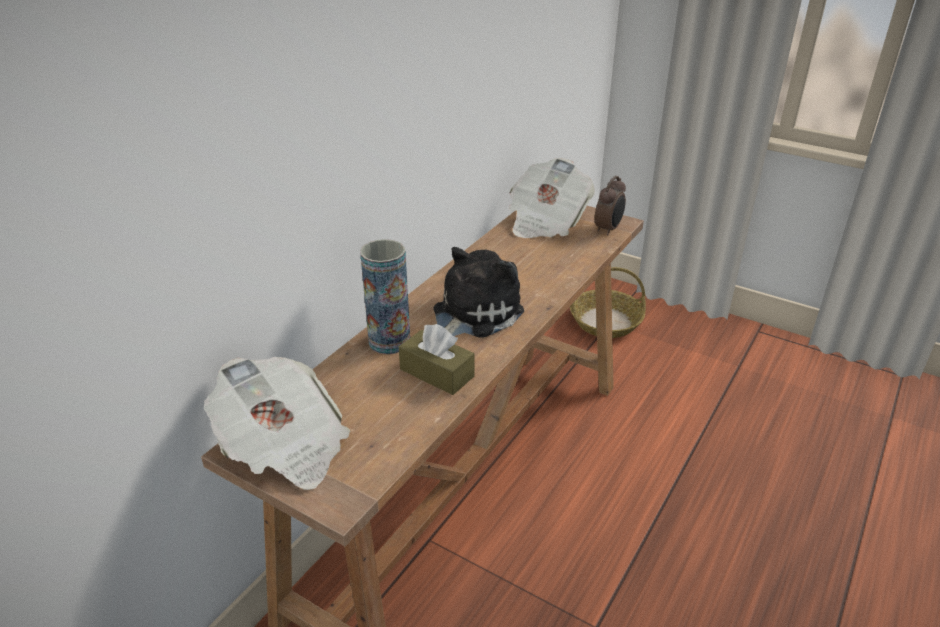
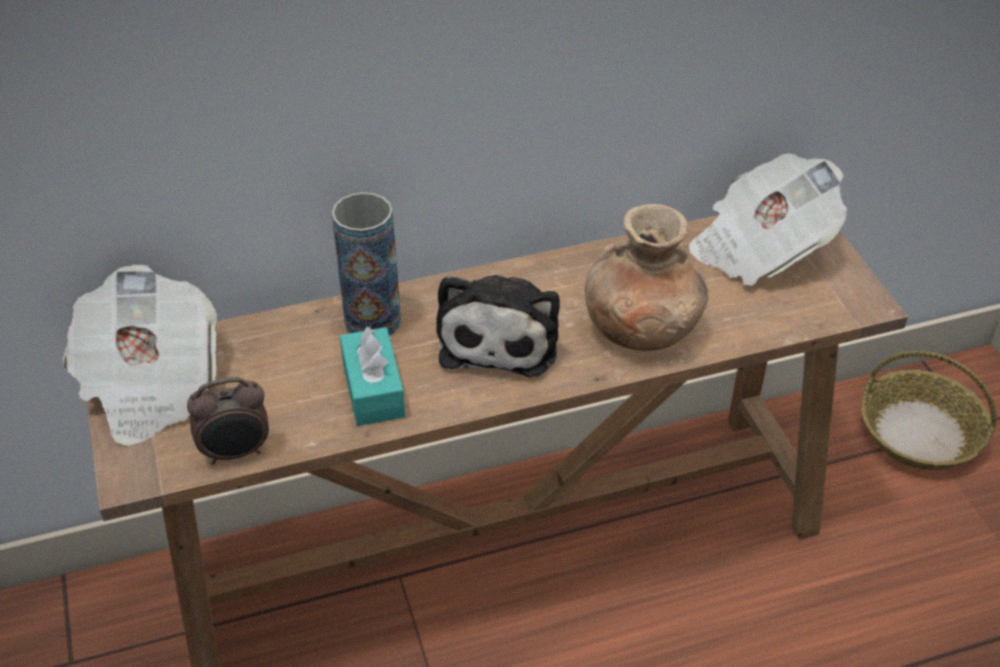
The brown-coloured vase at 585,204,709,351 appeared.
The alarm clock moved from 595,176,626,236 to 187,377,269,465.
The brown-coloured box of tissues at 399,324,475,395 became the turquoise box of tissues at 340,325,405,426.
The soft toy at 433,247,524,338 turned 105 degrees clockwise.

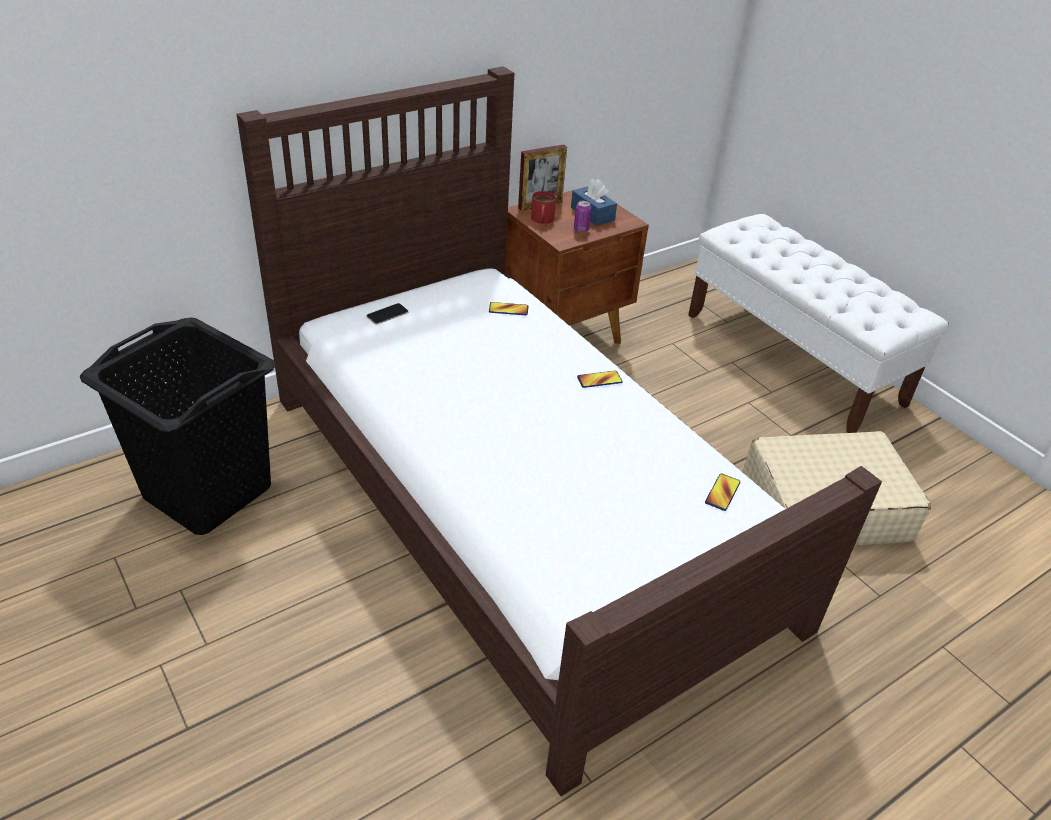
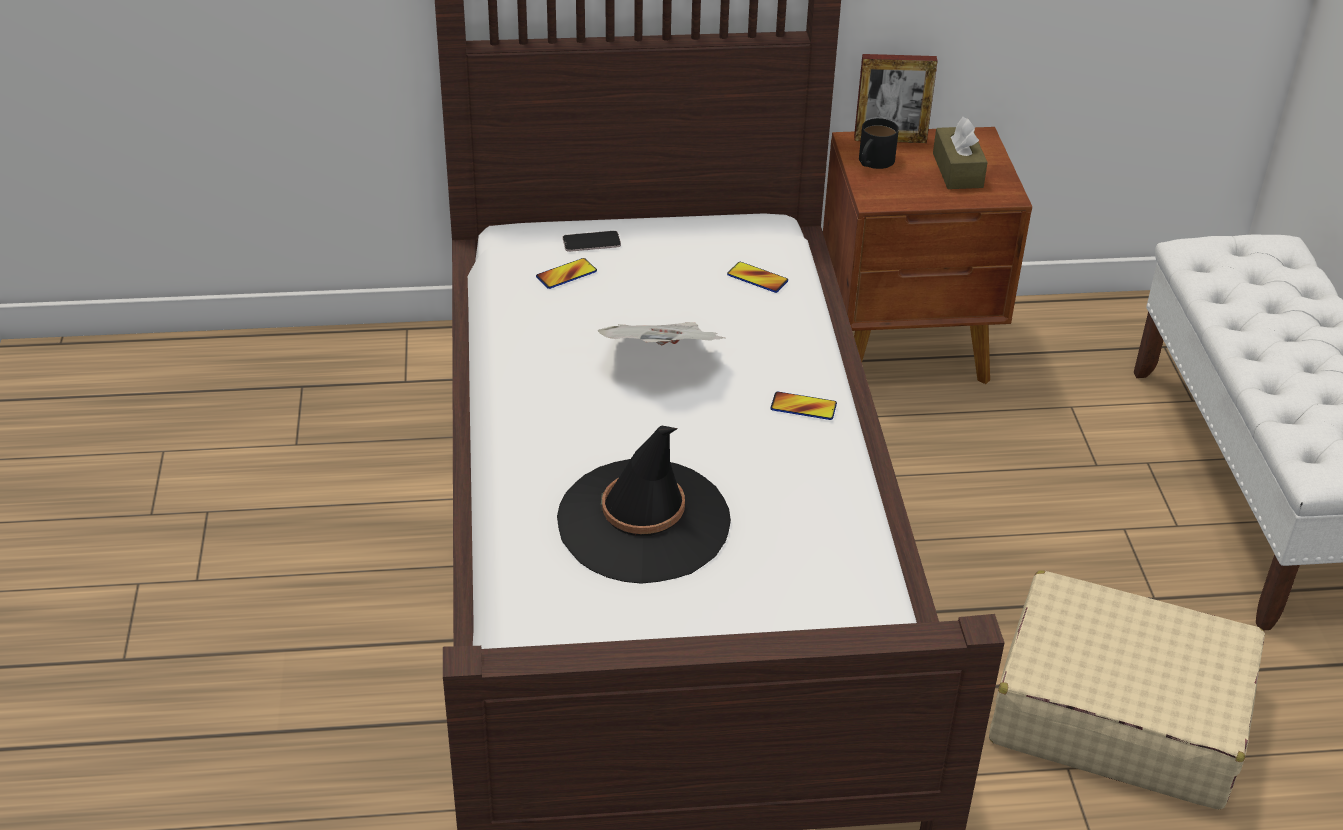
The black washing basket at 80,317,276,535 disappeared.
The sealed can at 574,201,591,233 disappeared.
The black clothing hat at 557,426,731,584 appeared.
The newspaper at 597,322,724,345 appeared.
The telephone moved from 705,473,740,511 to 536,258,597,289.
The red tea mug at 531,191,556,224 became the black tea mug at 859,118,899,169.
The blue-coloured box of tissues at 571,179,617,226 became the brown-coloured box of tissues at 933,117,988,189.

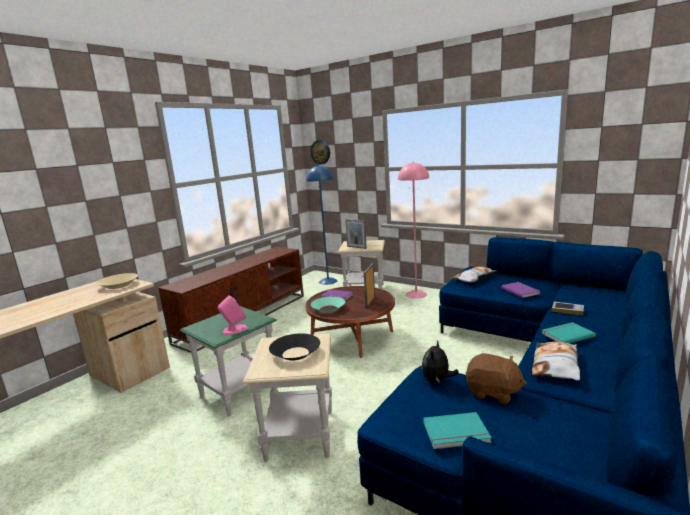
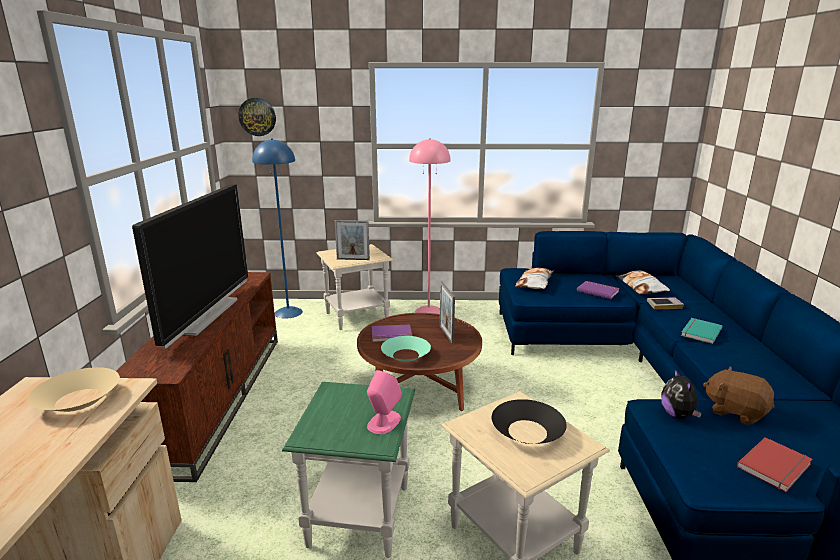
The TV at 132,184,248,349 appeared.
The pillow moved from 532,342,580,381 to 616,271,670,294.
The turquoise book at 423,412,492,449 became the red book at 737,437,812,492.
The brown-coloured soft toy at 466,353,527,404 turned 135 degrees counterclockwise.

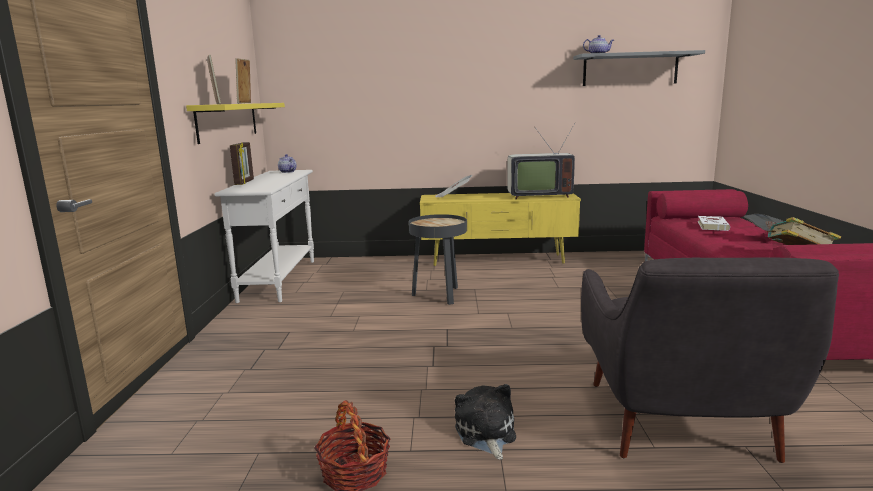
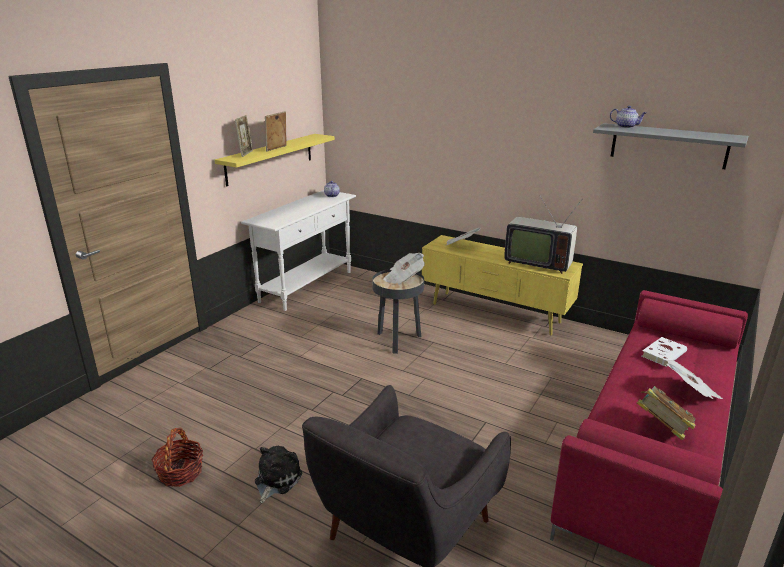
The picture frame at 230,142,254,185 disappeared.
The newspaper at 383,253,425,285 appeared.

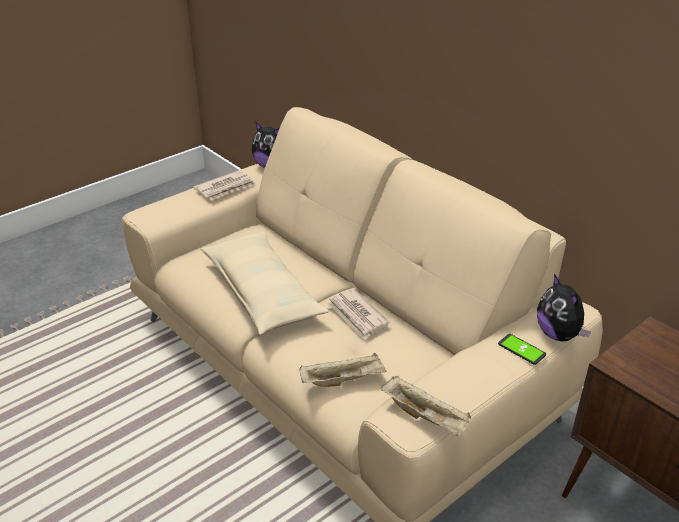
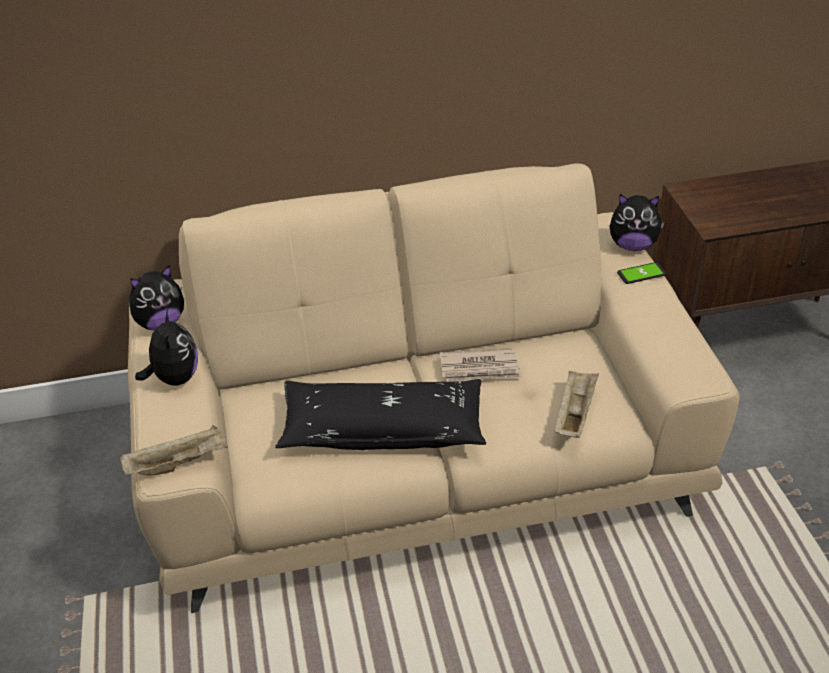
The beige-coloured serving tray moved from 380,376,471,436 to 120,425,228,475.
The newspaper at 193,170,255,200 was replaced by the soft toy at 135,309,198,385.
The beige-coloured pillow at 201,232,329,335 became the black pillow at 275,379,486,450.

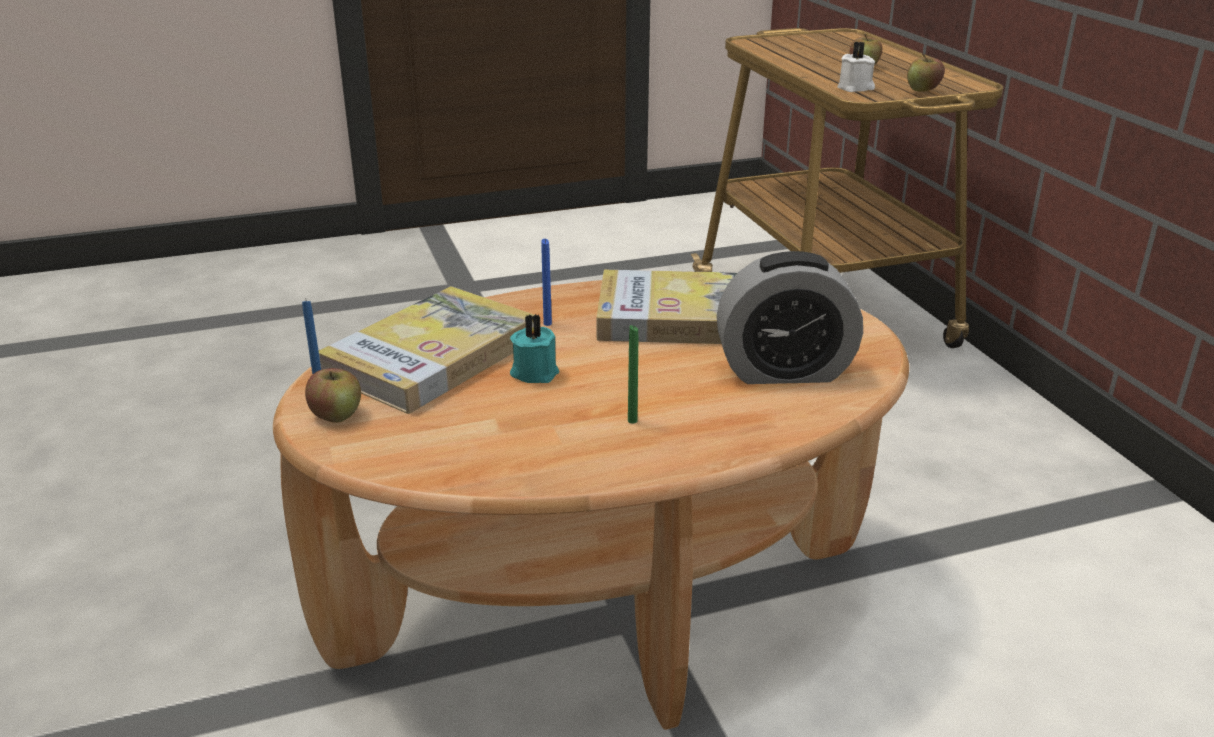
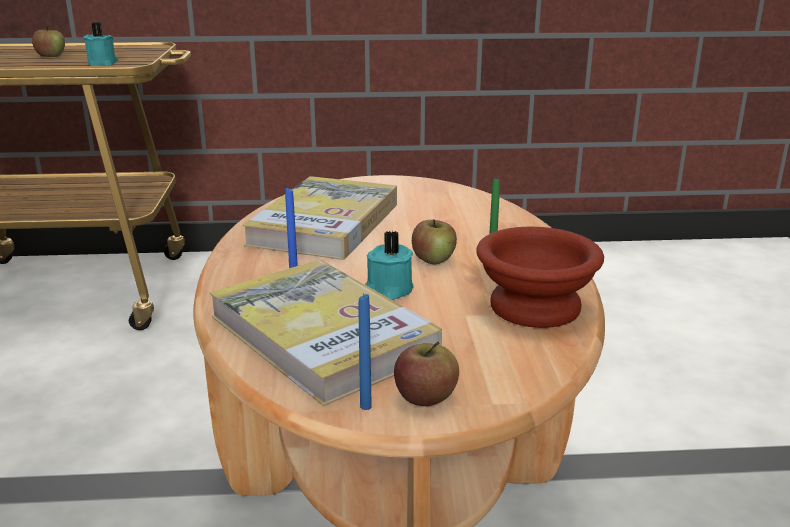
The alarm clock at 717,251,863,384 disappeared.
The brown-coloured deep dish at 476,227,604,328 appeared.
The apple moved from 907,53,945,92 to 412,219,457,264.
The white-coloured wax candle at 837,41,875,92 became the turquoise wax candle at 83,22,119,66.

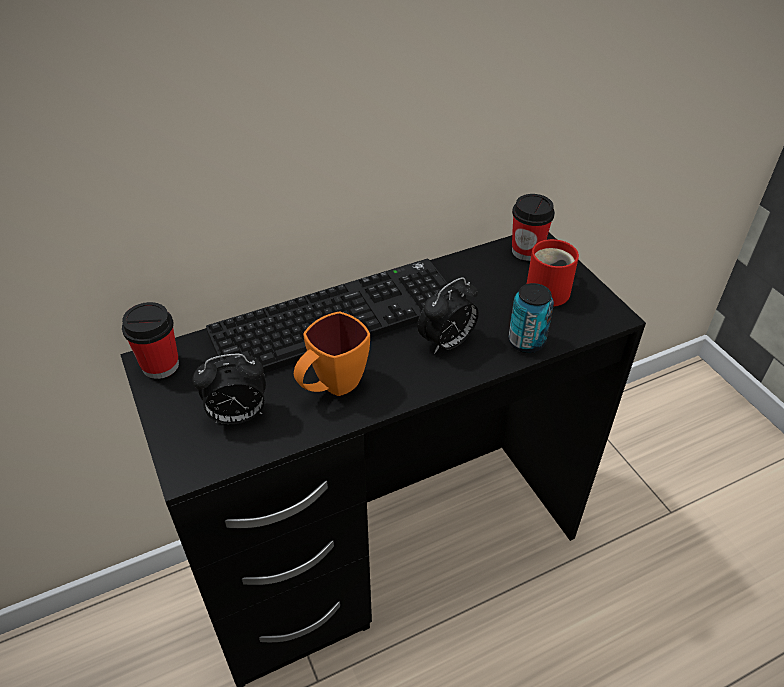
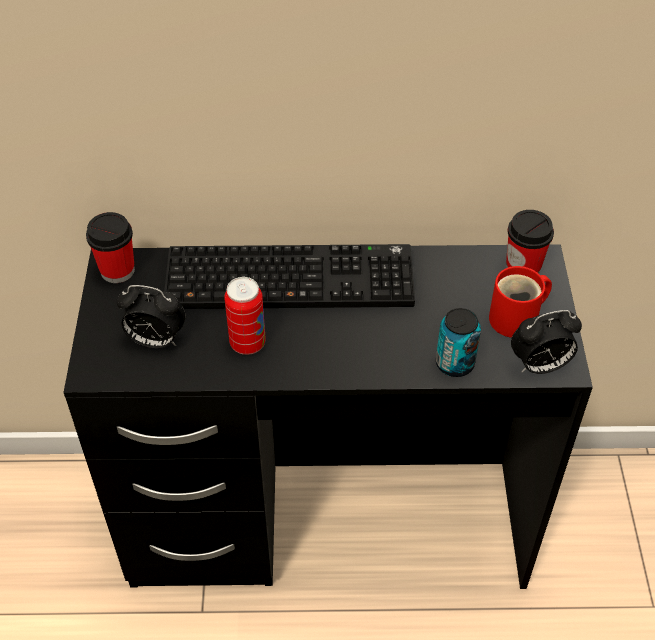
The alarm clock moved from 417,277,479,354 to 511,310,582,374.
The orangey tea mug at 294,312,370,396 was replaced by the sealed can at 224,277,266,355.

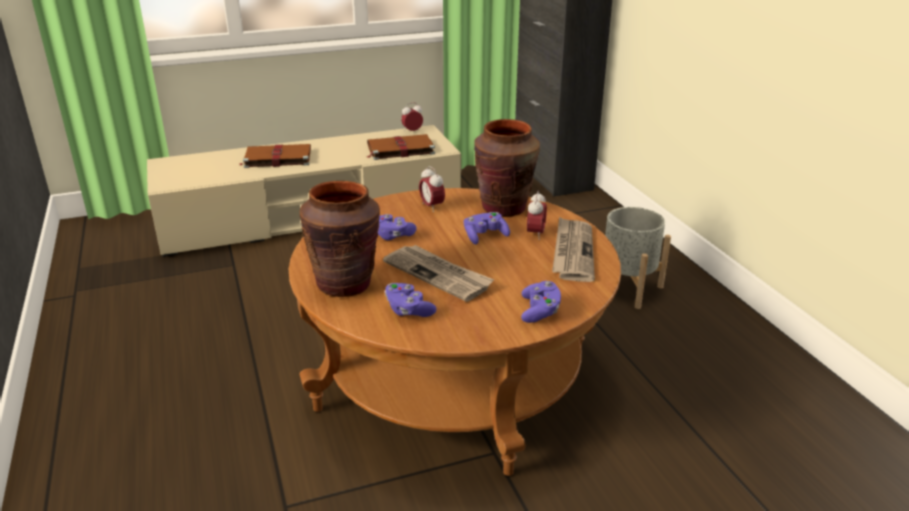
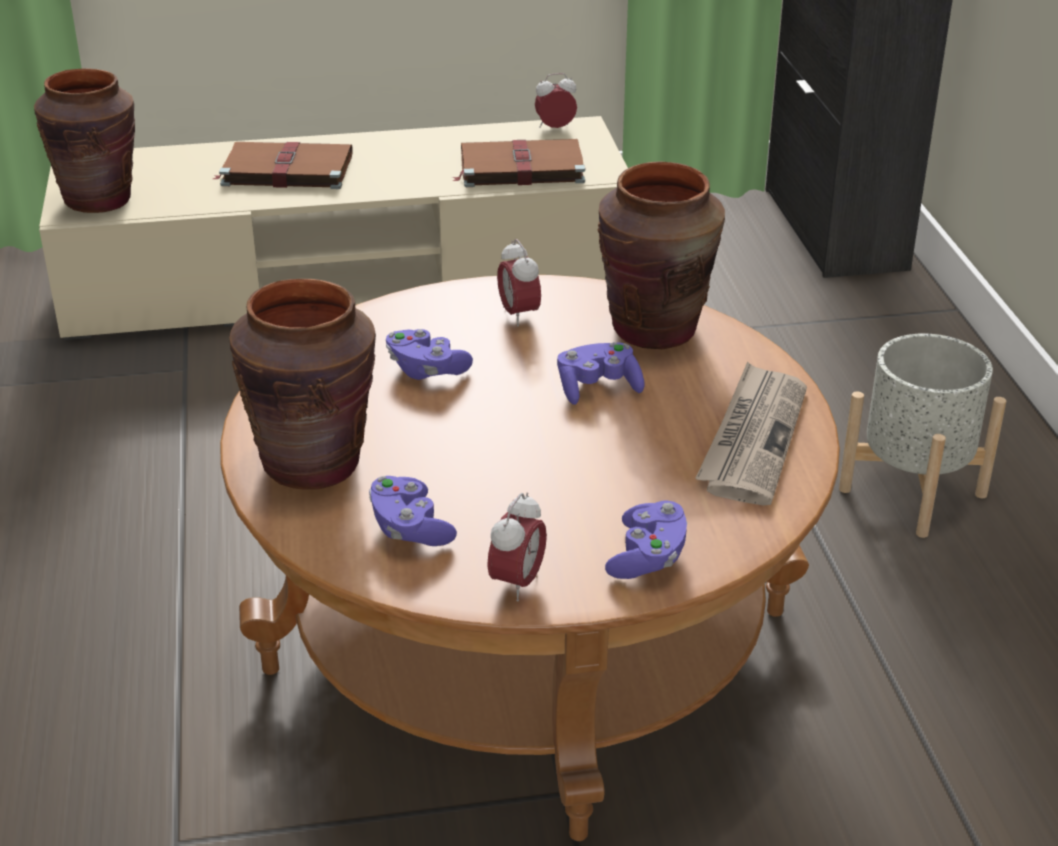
The newspaper at 383,245,494,302 disappeared.
The brown-coloured vase at 34,69,135,213 appeared.
The alarm clock moved from 527,191,547,240 to 487,492,547,602.

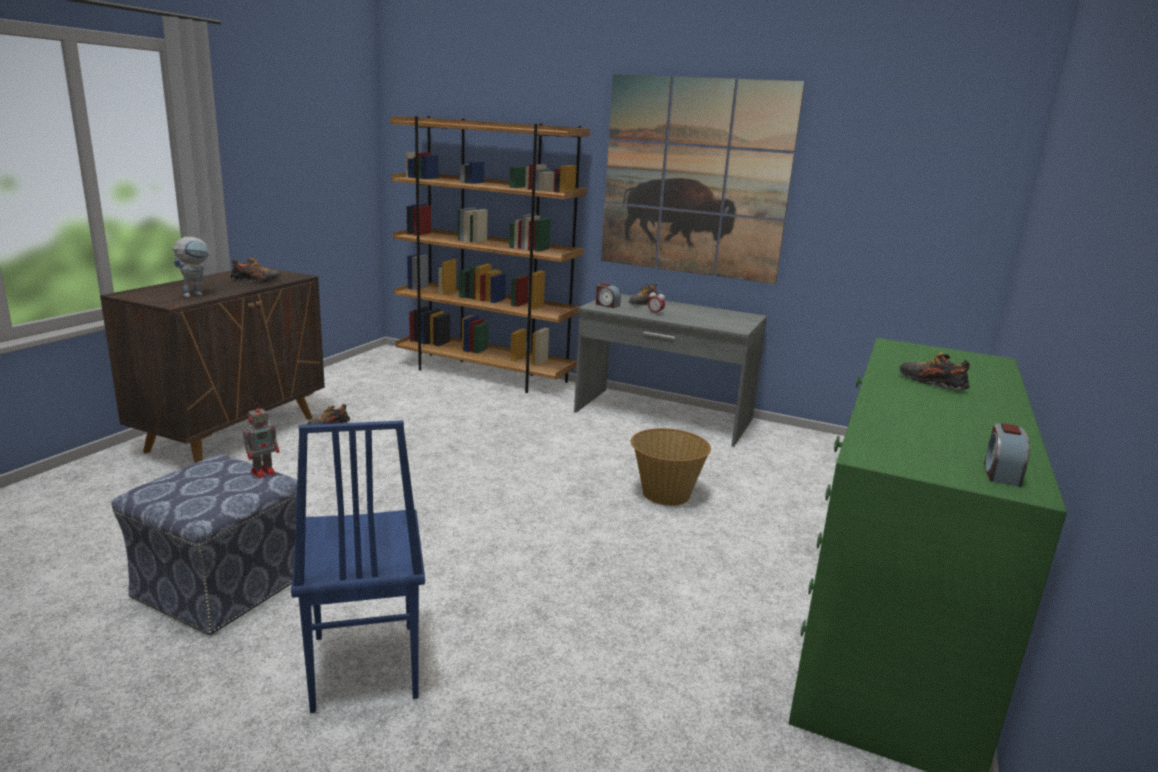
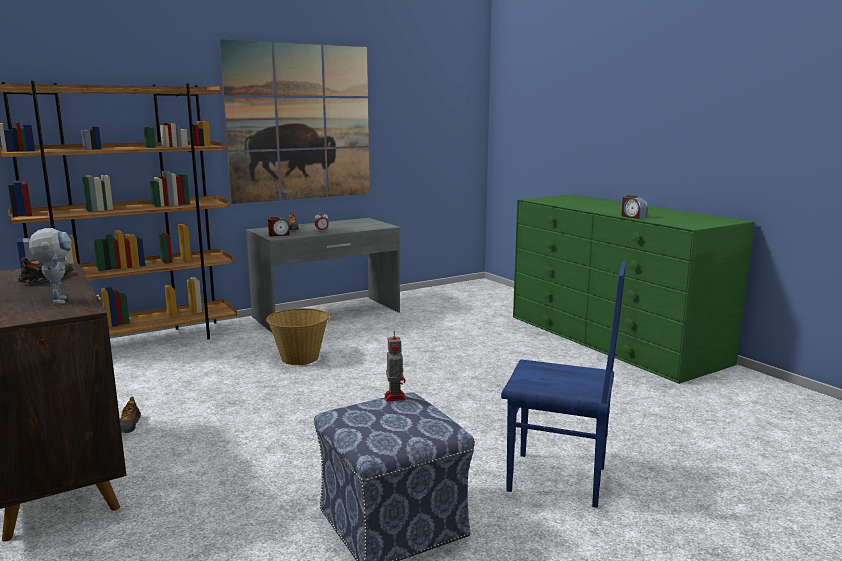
The item of footwear at 900,352,970,390 disappeared.
The storage basket moved from 631,428,711,506 to 266,308,329,365.
The alarm clock moved from 984,423,1030,487 to 621,195,647,219.

